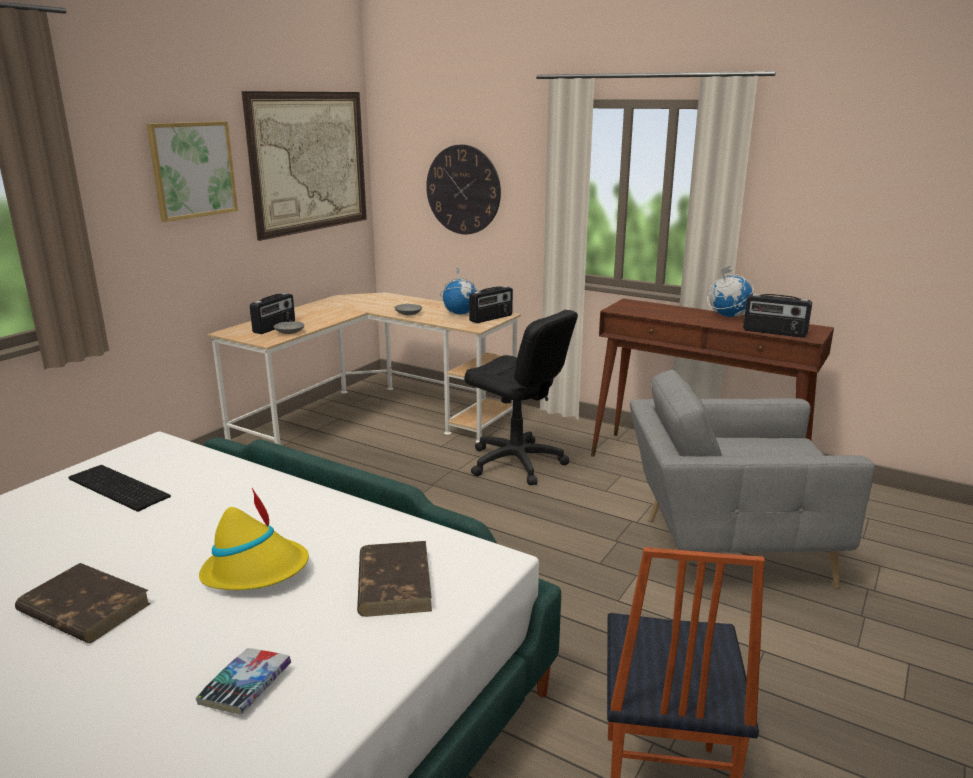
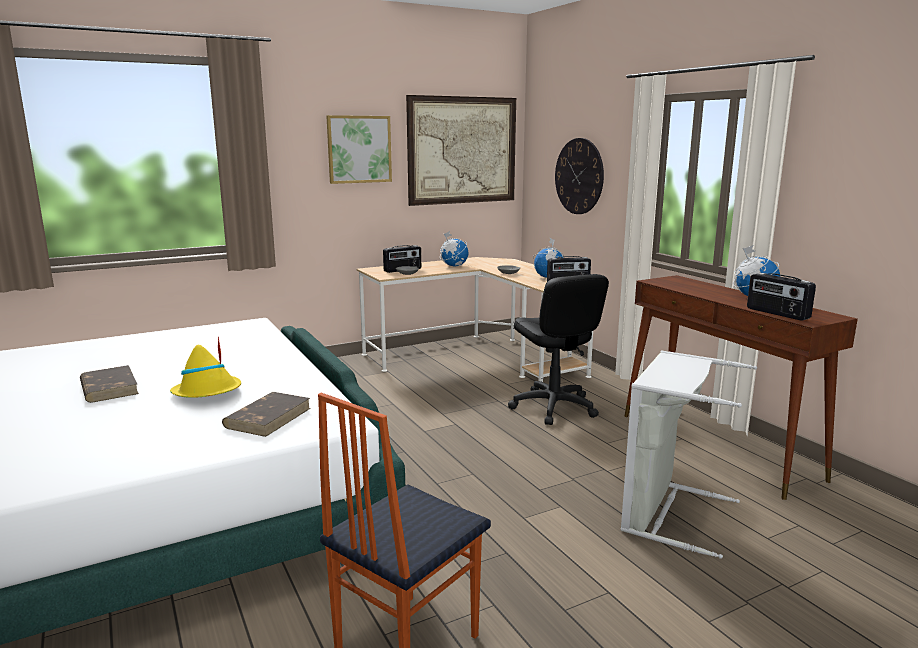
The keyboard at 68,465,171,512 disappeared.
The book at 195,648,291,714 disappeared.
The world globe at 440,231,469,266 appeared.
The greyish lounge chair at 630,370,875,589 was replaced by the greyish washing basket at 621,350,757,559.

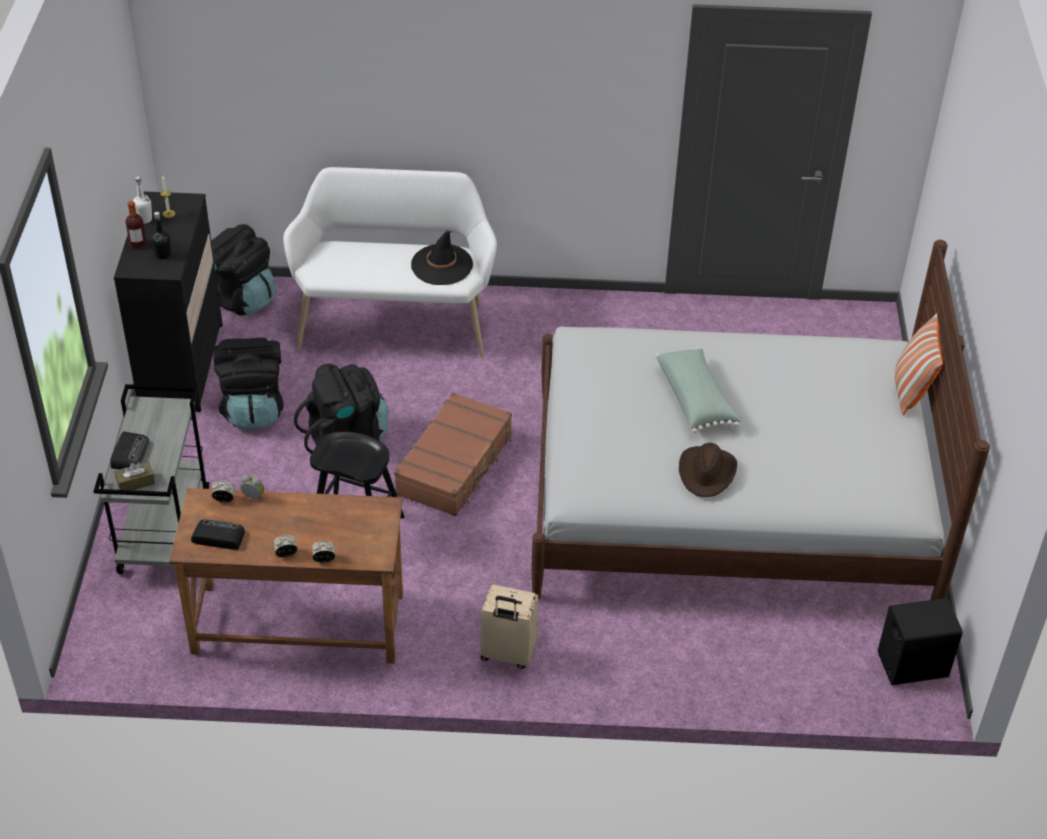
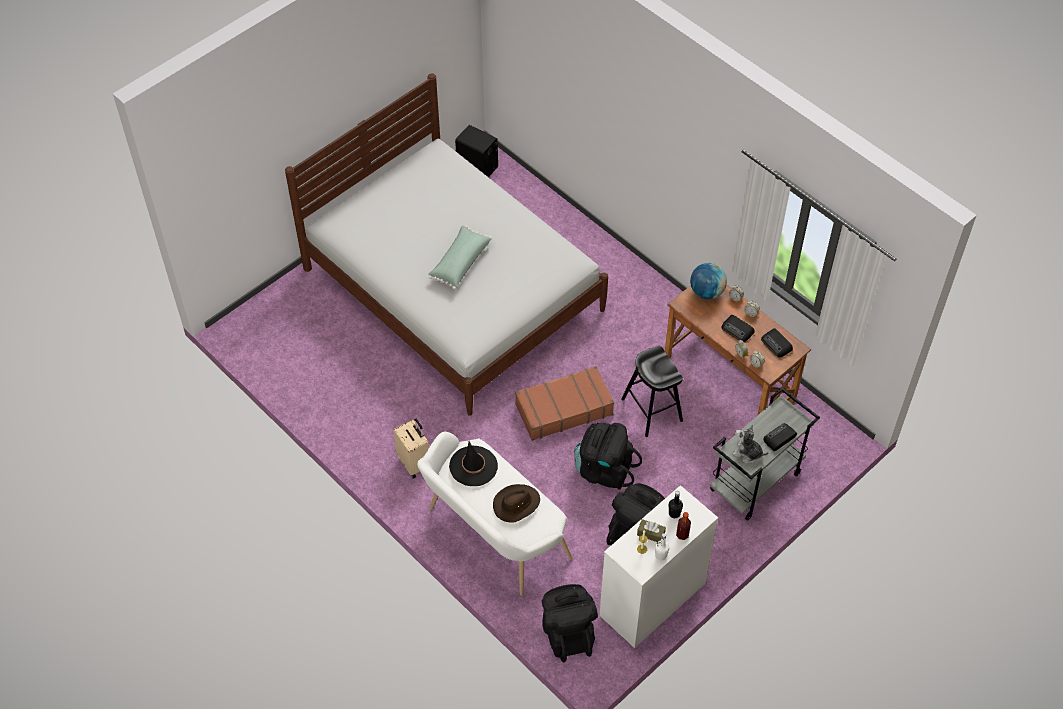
The pillow at 895,313,943,415 disappeared.
The world globe at 690,263,727,299 appeared.
The radio set at 722,315,754,342 appeared.
The soft toy at 732,424,769,463 appeared.
The brown-coloured box of tissues moved from 115,462,155,490 to 637,519,666,542.
The beige-coloured piece of luggage moved from 481,585,538,669 to 393,418,429,478.
The brown-coloured clothing hat moved from 679,443,737,497 to 493,484,540,523.
The black dresser at 114,191,223,412 became the white-coloured dresser at 600,485,718,648.

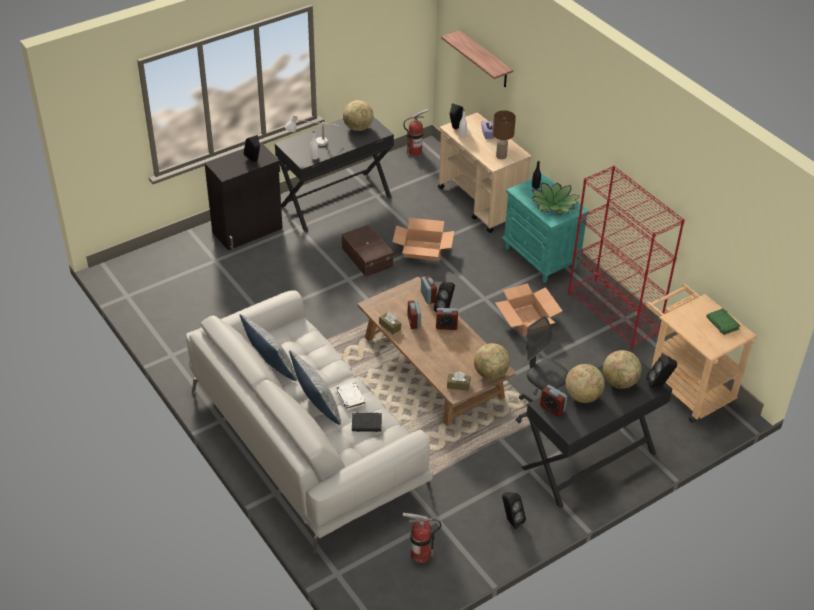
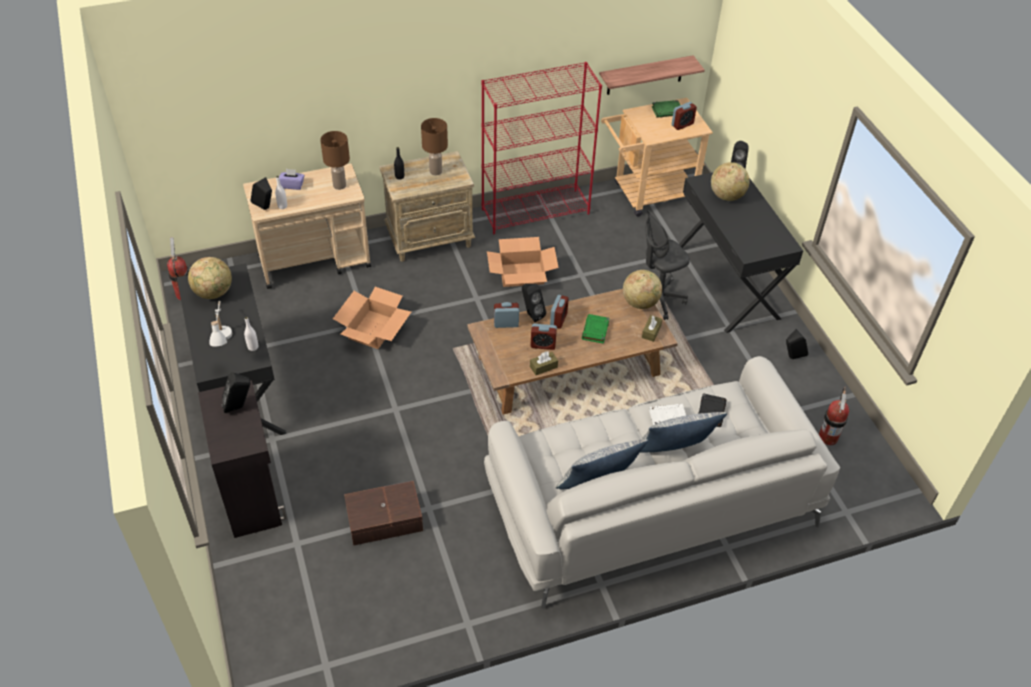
The world globe at 566,364,605,403 disappeared.
The greenish book at 582,314,609,344 appeared.
The brown-coloured storage box moved from 342,225,394,277 to 344,480,423,546.
The bracket shelf moved from 441,30,513,87 to 599,55,705,95.
The alarm clock moved from 540,385,567,417 to 672,102,697,130.
The potted plant at 532,182,580,215 was replaced by the brown-coloured tabletop lamp at 421,118,448,176.
The turquoise night table at 502,174,589,283 became the beige-coloured night table at 379,151,475,262.

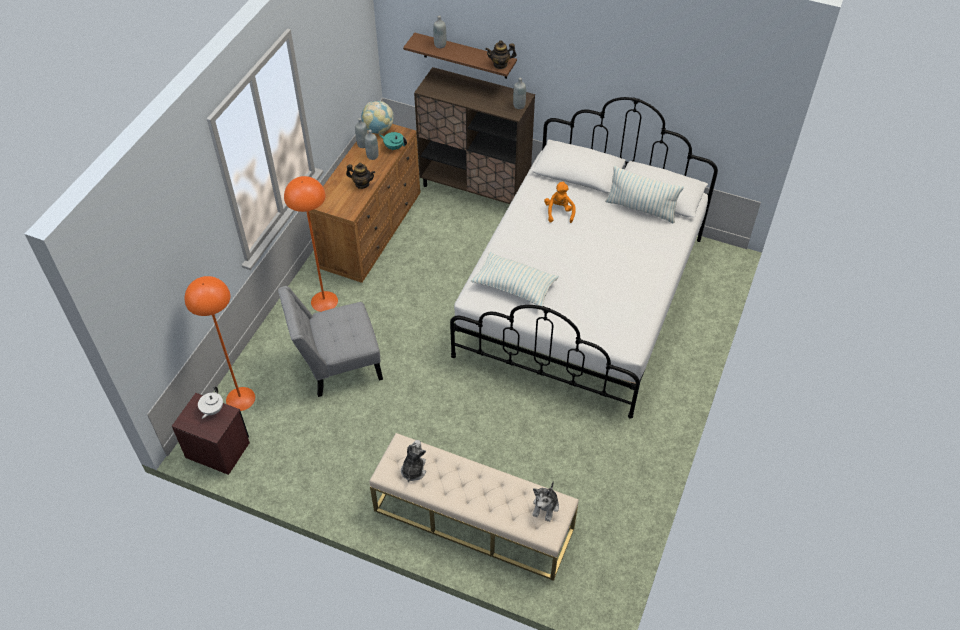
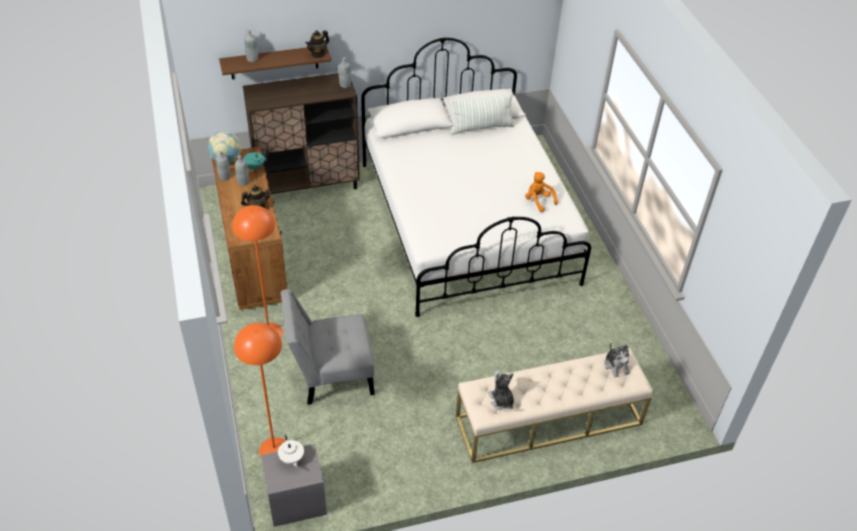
The pillow at 471,252,559,306 disappeared.
The orangey soft toy moved from 544,182,576,223 to 525,172,558,212.
The brown-coloured night table at 172,393,250,475 became the greyish night table at 261,444,327,527.
The greyish chair at 278,286,383,397 turned 45 degrees clockwise.

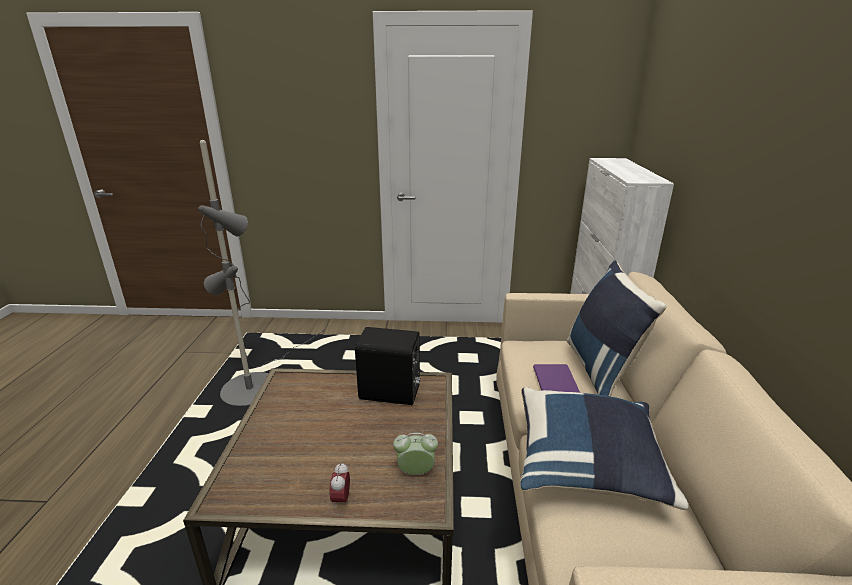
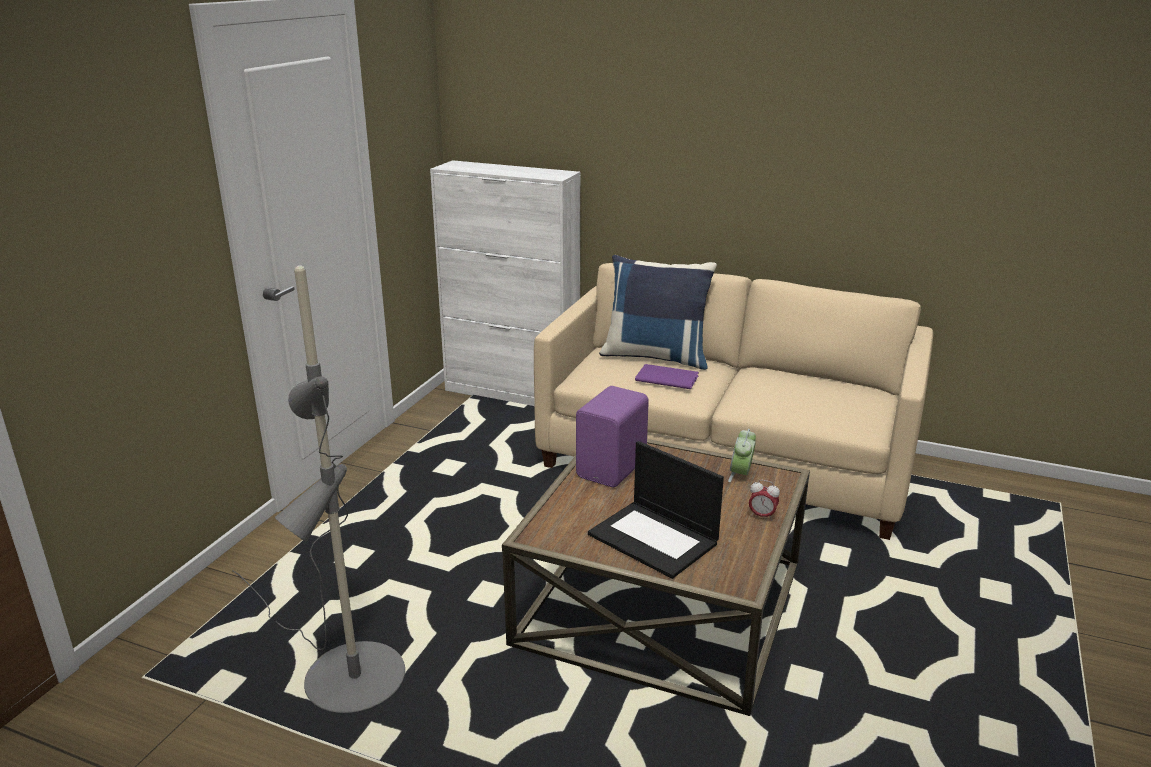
The blue-coloured pillow at 520,387,688,510 disappeared.
The notebook computer at 588,441,724,579 appeared.
The black speaker at 355,327,421,405 became the purple-coloured speaker at 576,386,649,487.

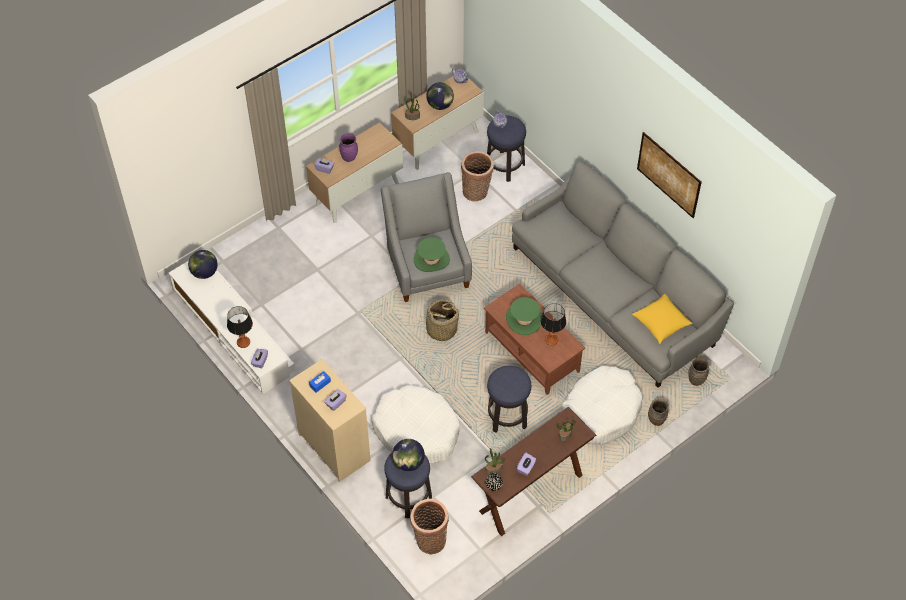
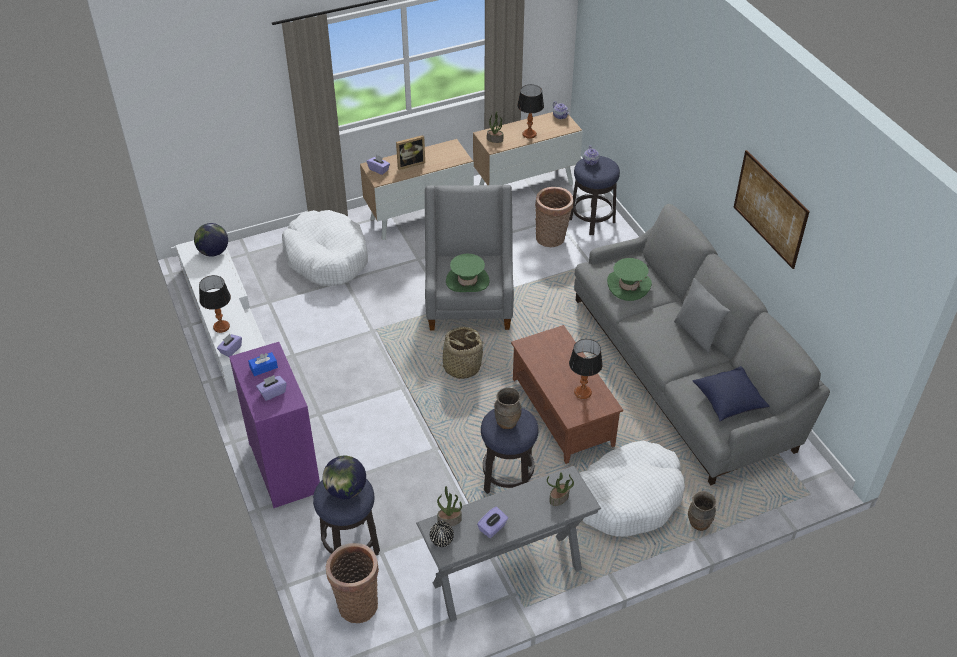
The greyish pillow at 674,278,730,354 appeared.
The white-coloured dog bed moved from 372,385,460,464 to 282,210,368,286.
The greenish clothing hat moved from 506,297,543,335 to 607,258,652,301.
The brown-coloured vase moved from 688,357,709,386 to 494,387,522,429.
The purple-coloured vase at 339,133,358,162 was replaced by the picture frame at 396,135,425,170.
The world globe at 426,82,454,110 was replaced by the tabletop lamp at 517,84,544,139.
The beige-coloured dresser at 289,359,371,482 became the purple-coloured dresser at 229,342,320,508.
The brown-coloured narrow table at 471,407,596,536 became the greyish narrow table at 416,466,601,622.
The yellowish pillow at 632,294,693,344 became the blue-coloured pillow at 693,366,770,421.

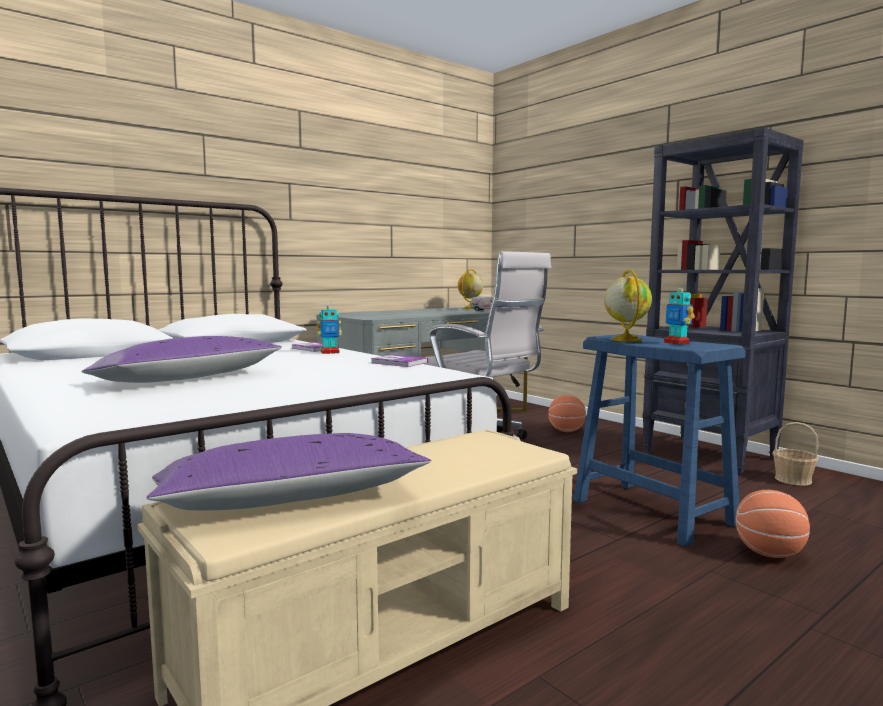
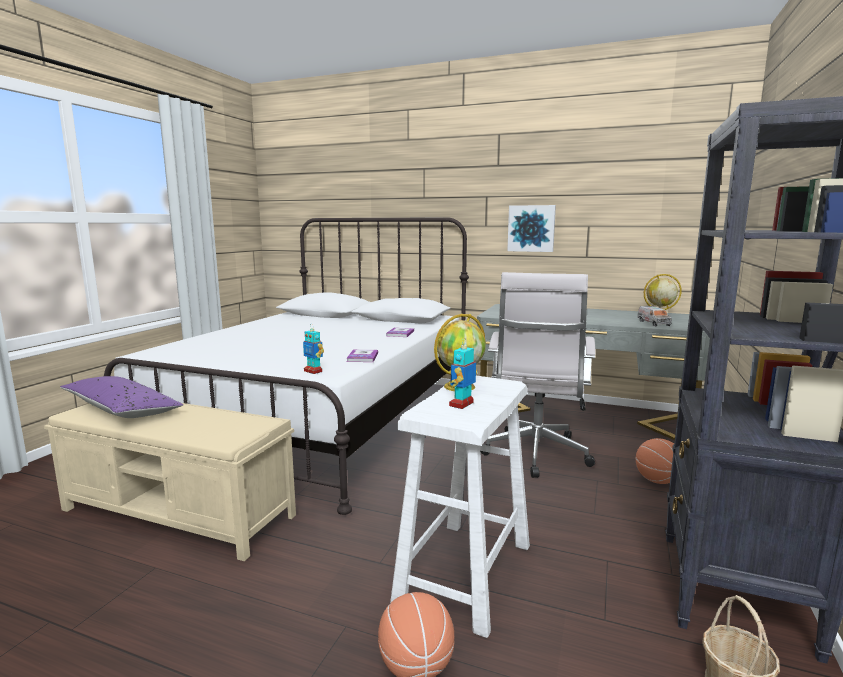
The purple-coloured pillow at 81,336,282,383 disappeared.
The wall picture at 507,205,556,252 appeared.
The robot figure moved from 317,301,342,354 to 303,325,324,374.
The blue-coloured stool seat at 574,334,746,547 became the white-coloured stool seat at 390,376,530,638.

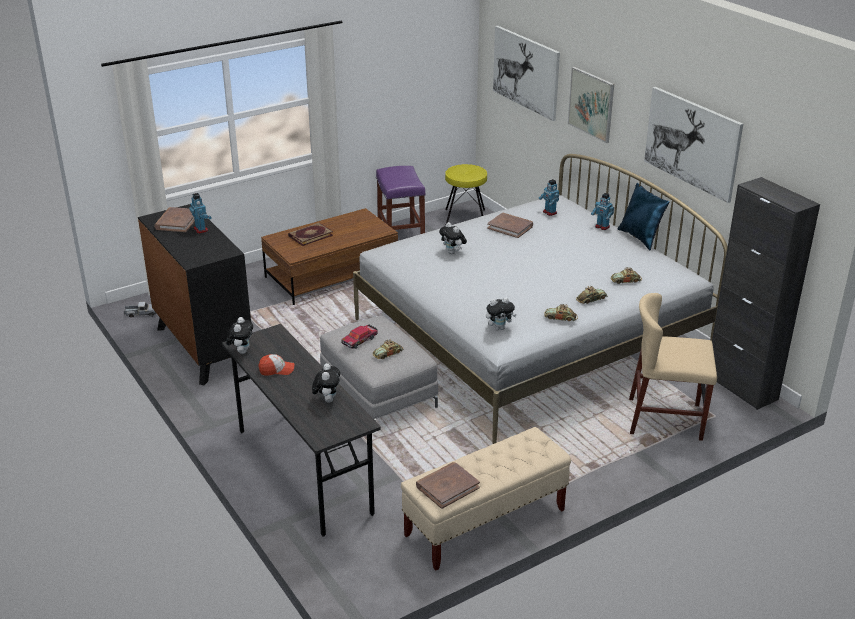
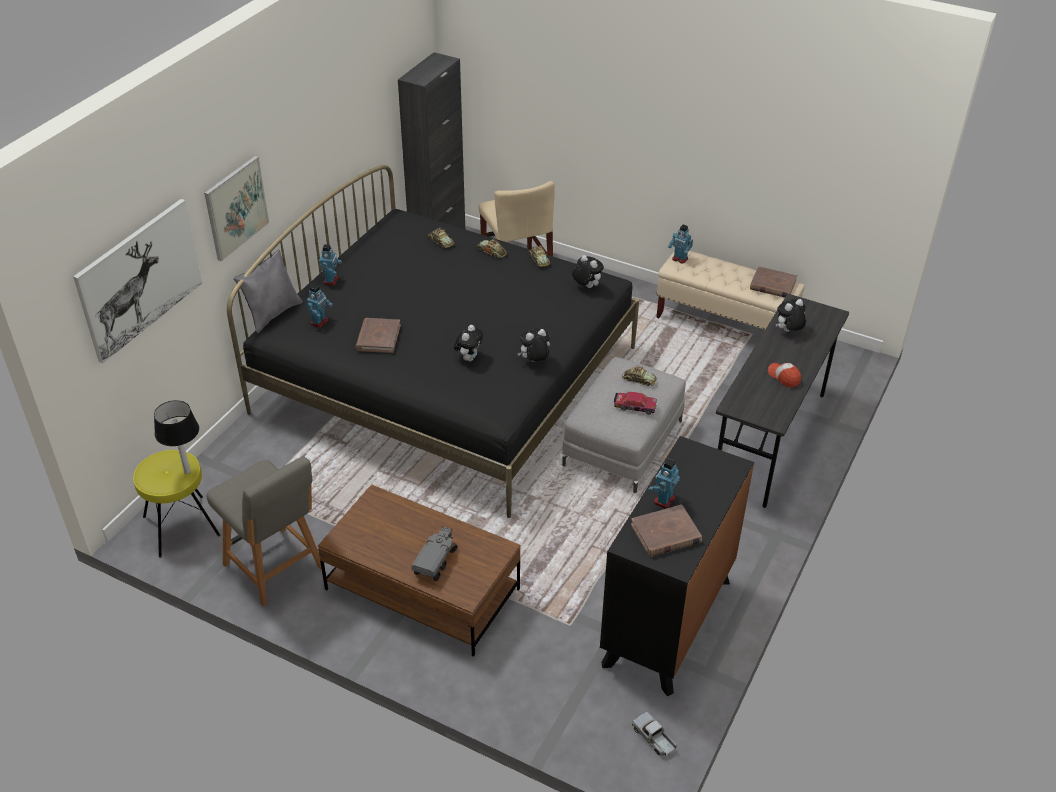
The blue-coloured pillow at 618,183,670,250 disappeared.
The wall picture at 644,87,743,203 disappeared.
The tabletop lamp at 154,400,199,474 appeared.
The greyish pillow at 234,250,303,333 appeared.
The robot figure at 668,224,693,264 appeared.
The soft toy moved from 226,317,253,354 to 517,329,550,362.
The book at 288,223,333,246 was replaced by the model truck at 411,526,457,581.
The purple-coloured stool seat at 376,166,426,234 was replaced by the greyish chair at 206,456,322,606.
The white-coloured bedroom bed at 353,154,728,444 became the black bedroom bed at 227,165,639,518.

